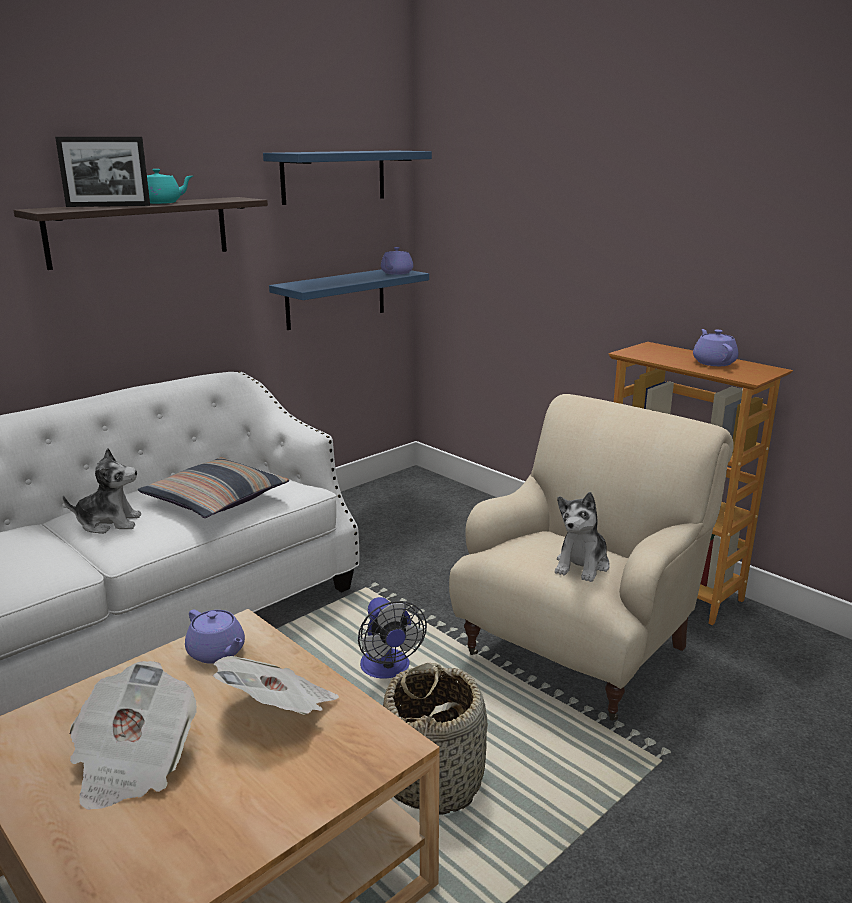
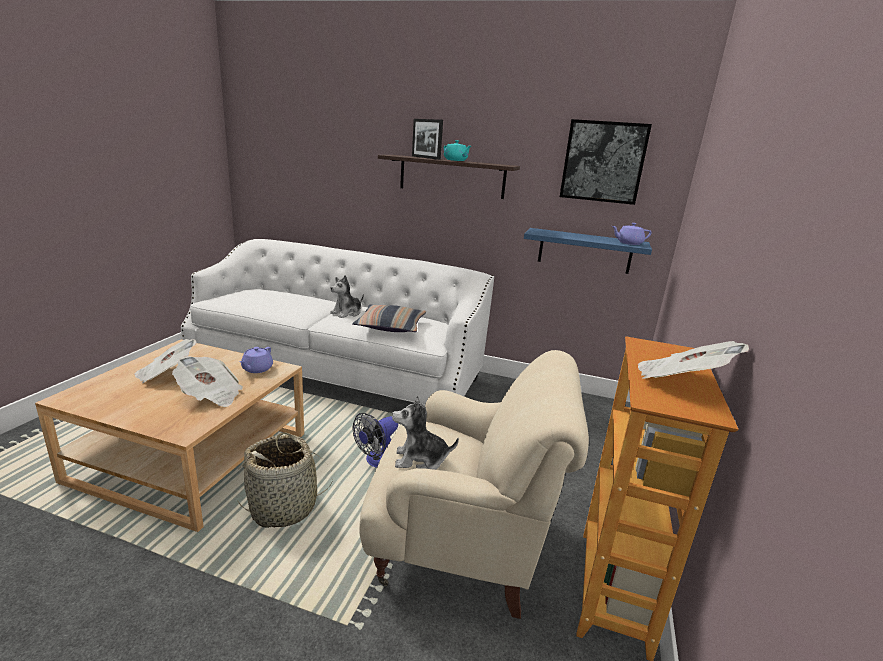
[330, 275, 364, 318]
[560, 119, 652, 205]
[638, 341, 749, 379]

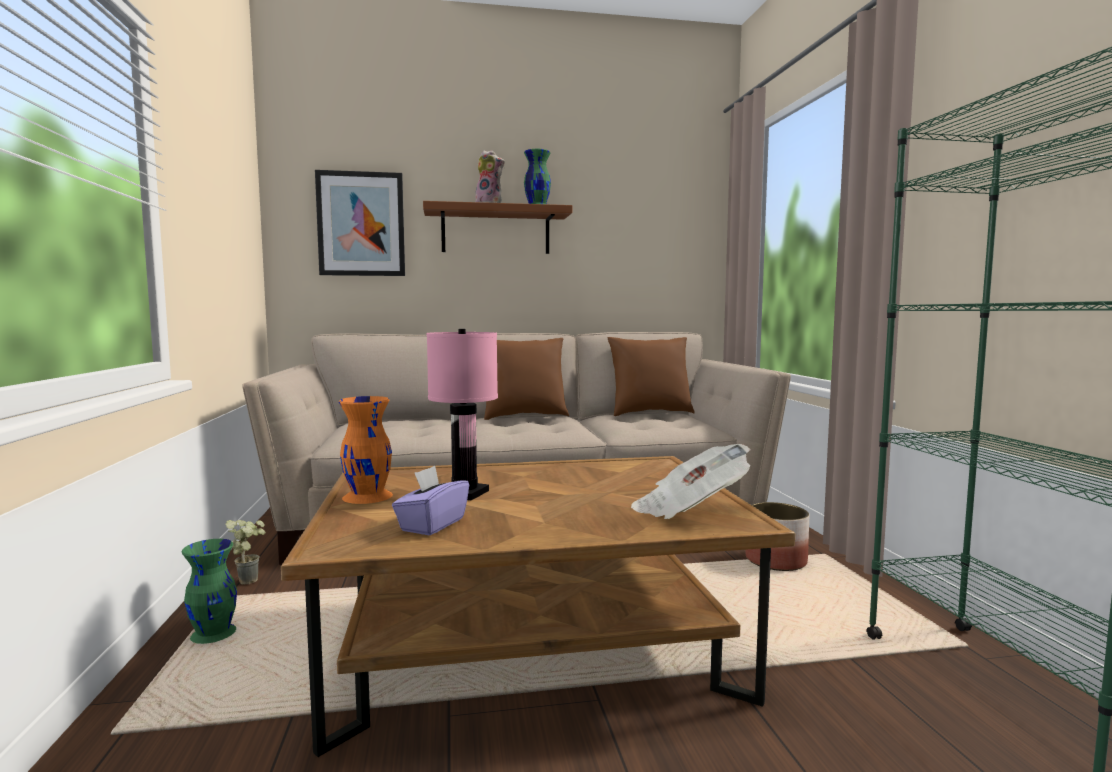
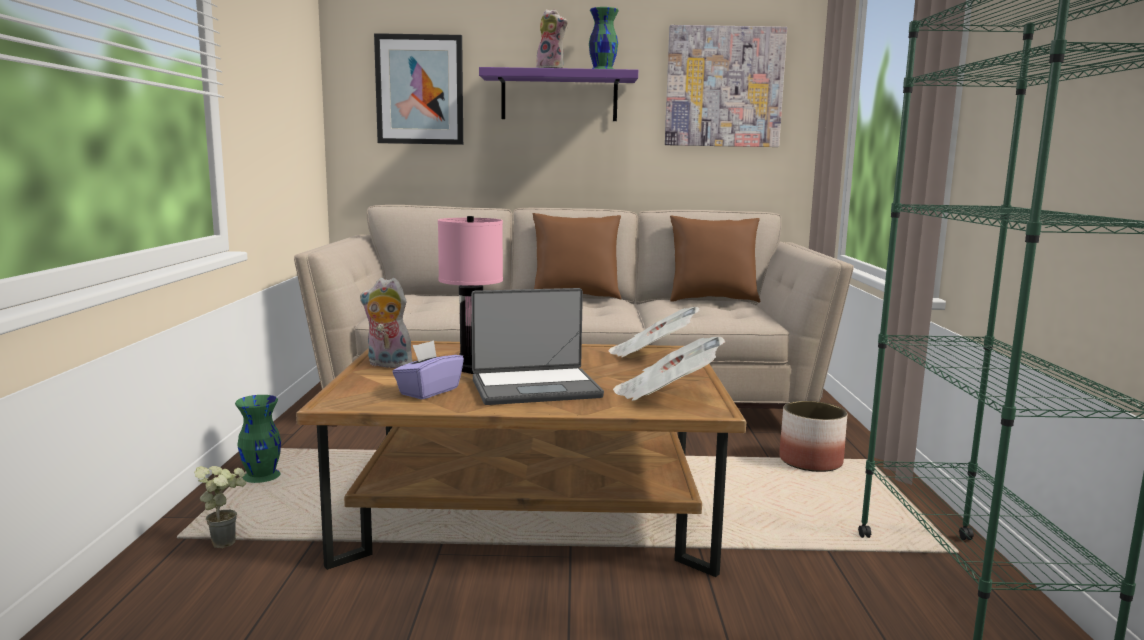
[194, 466, 246, 548]
[360, 278, 413, 368]
[479, 67, 638, 121]
[471, 288, 604, 405]
[608, 307, 700, 357]
[665, 25, 787, 147]

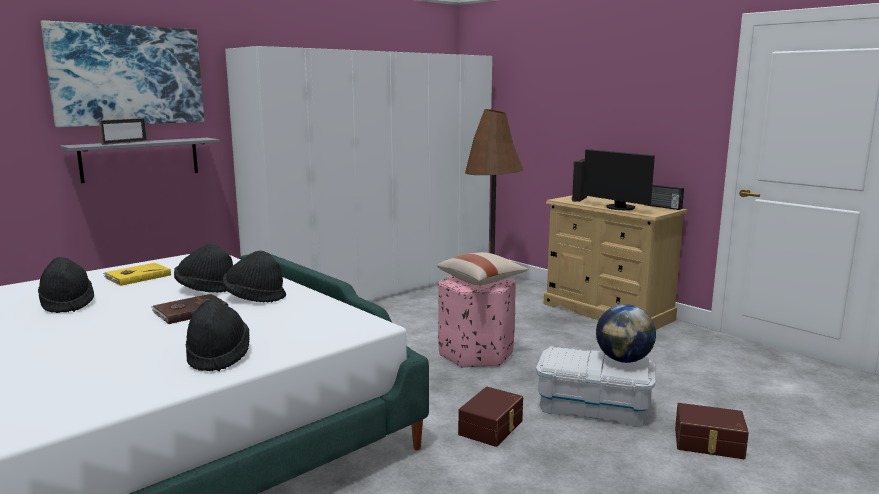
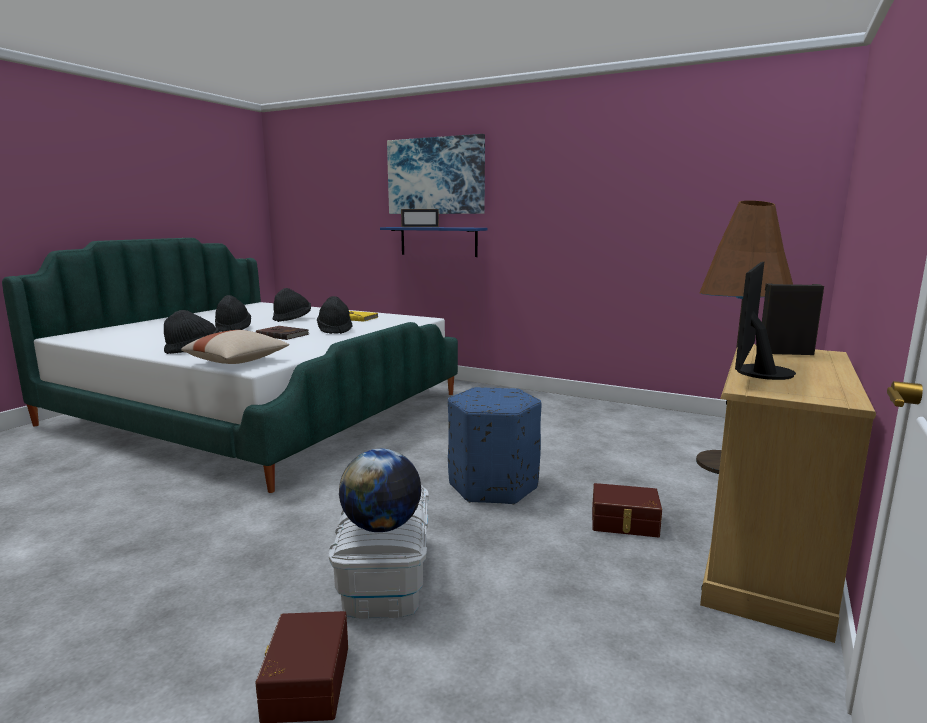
[380, 227, 487, 257]
[215, 295, 251, 332]
[225, 46, 492, 302] (first image)
[181, 330, 289, 364]
[448, 387, 542, 505]
[592, 483, 662, 537]
[646, 185, 684, 210] (first image)

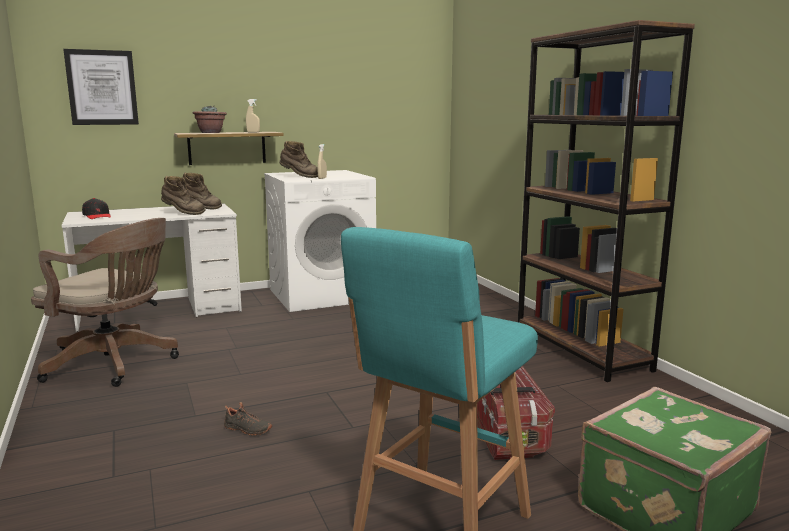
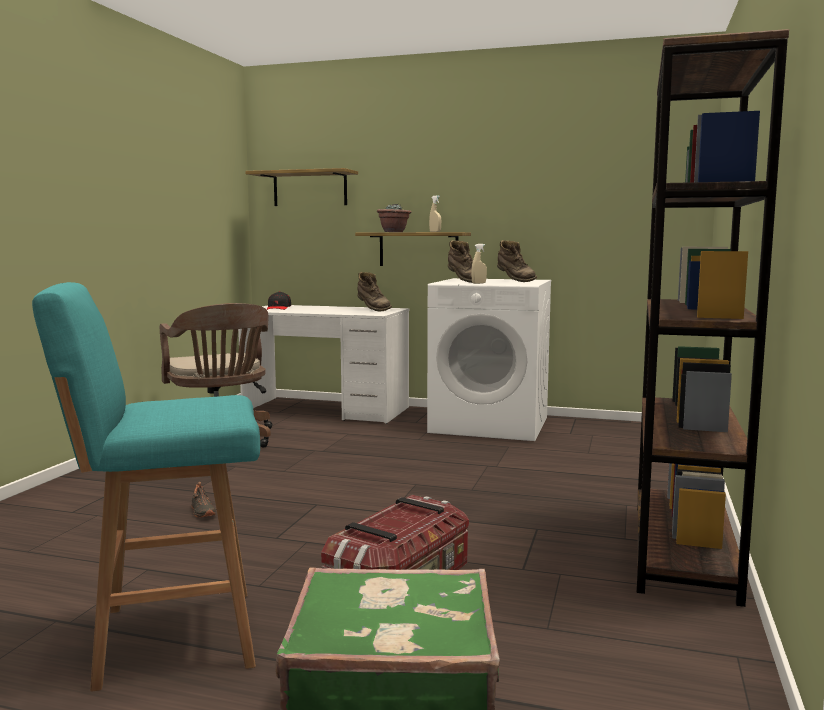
[245, 168, 358, 206]
[497, 240, 537, 282]

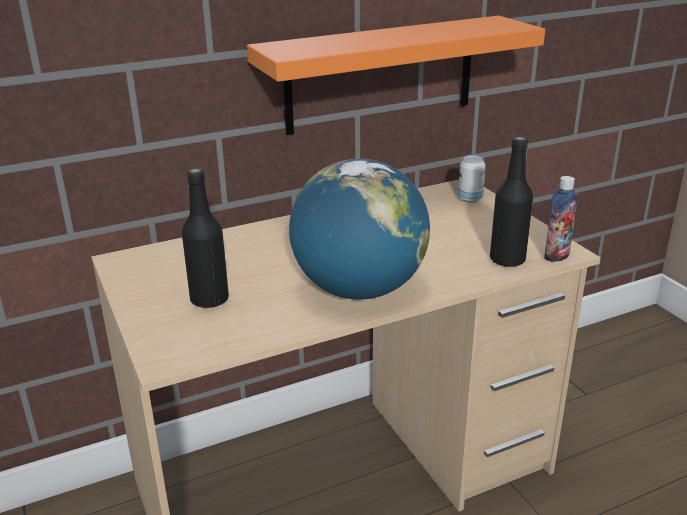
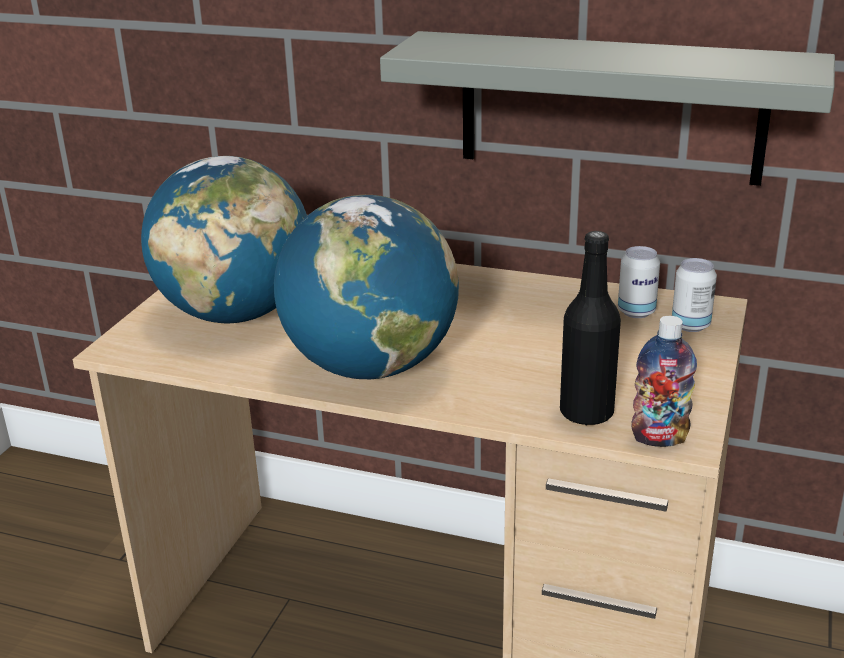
[141, 156, 307, 323]
[380, 31, 835, 186]
[618, 246, 660, 318]

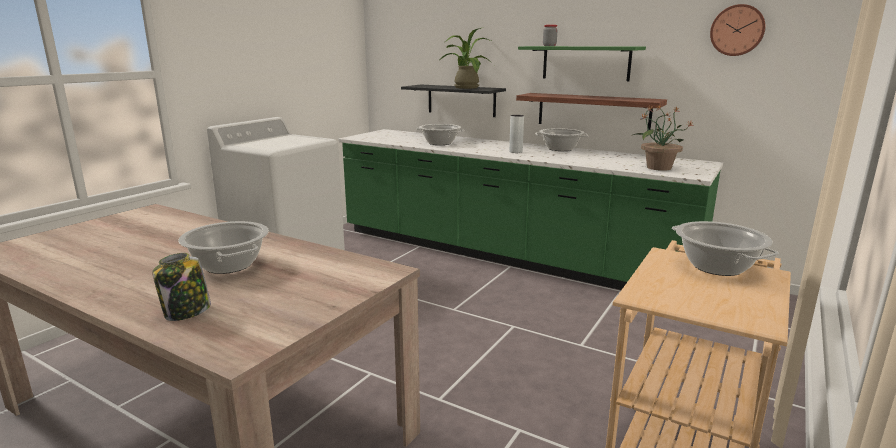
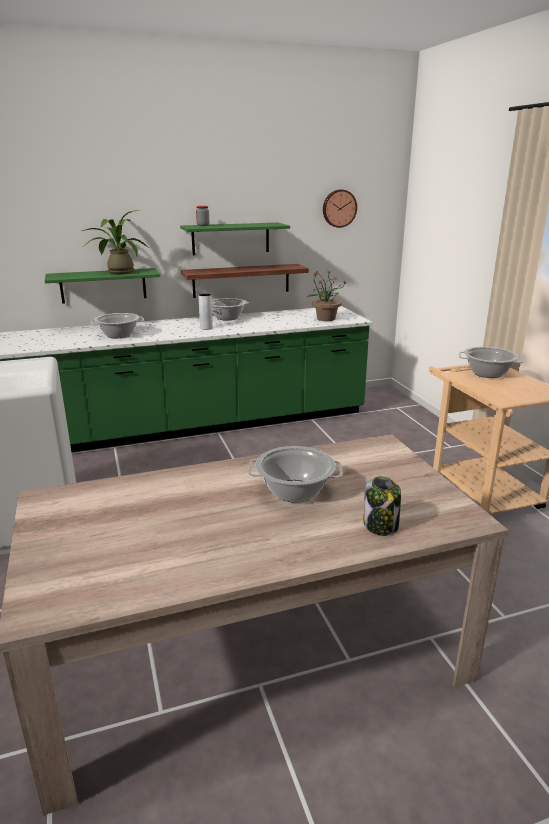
[45, 268, 160, 304]

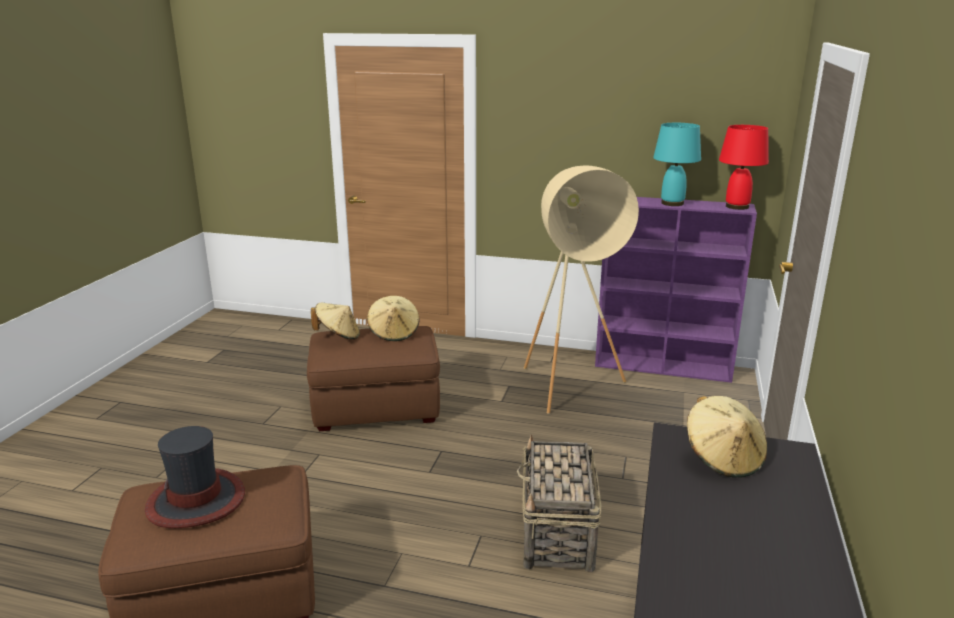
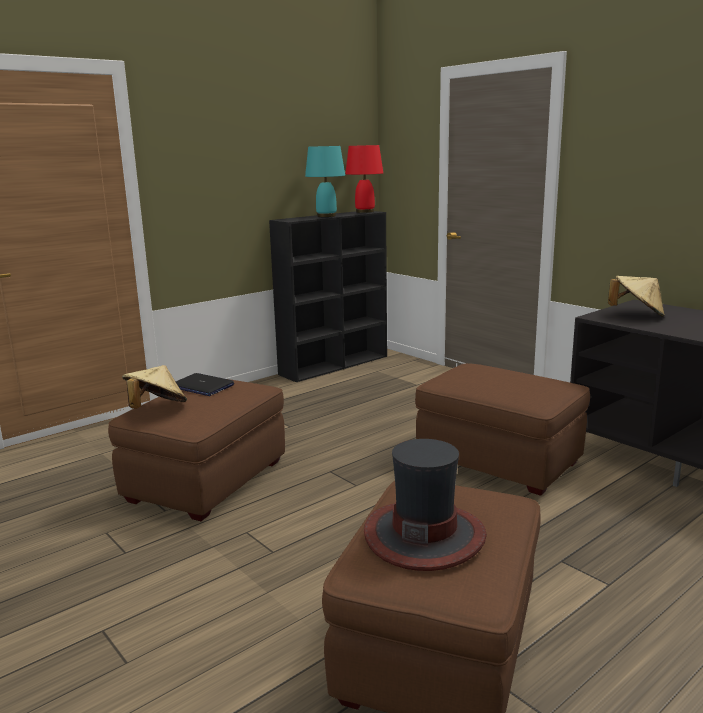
[176, 373, 234, 396]
[415, 363, 590, 496]
[524, 166, 639, 414] (first image)
[269, 211, 387, 382]

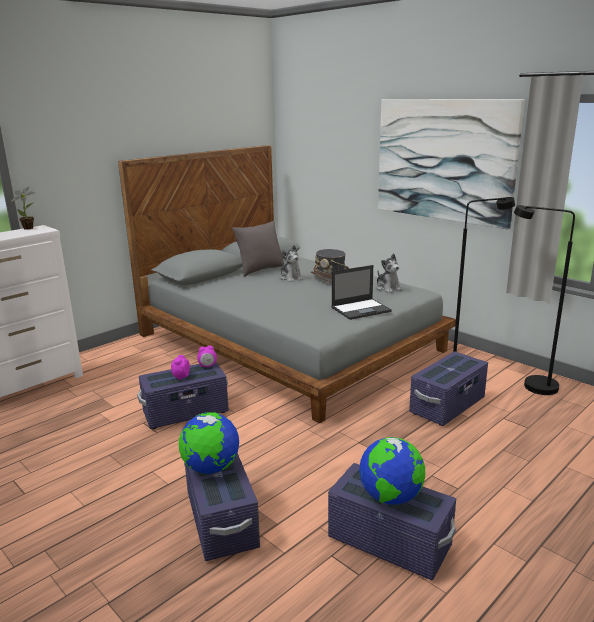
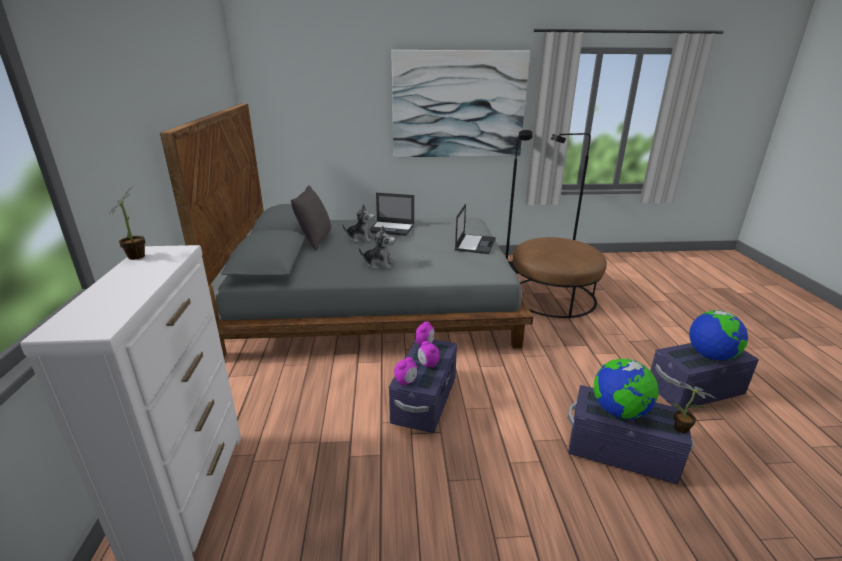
[370, 193, 414, 236]
[359, 226, 396, 270]
[513, 237, 607, 318]
[394, 357, 418, 386]
[672, 381, 716, 433]

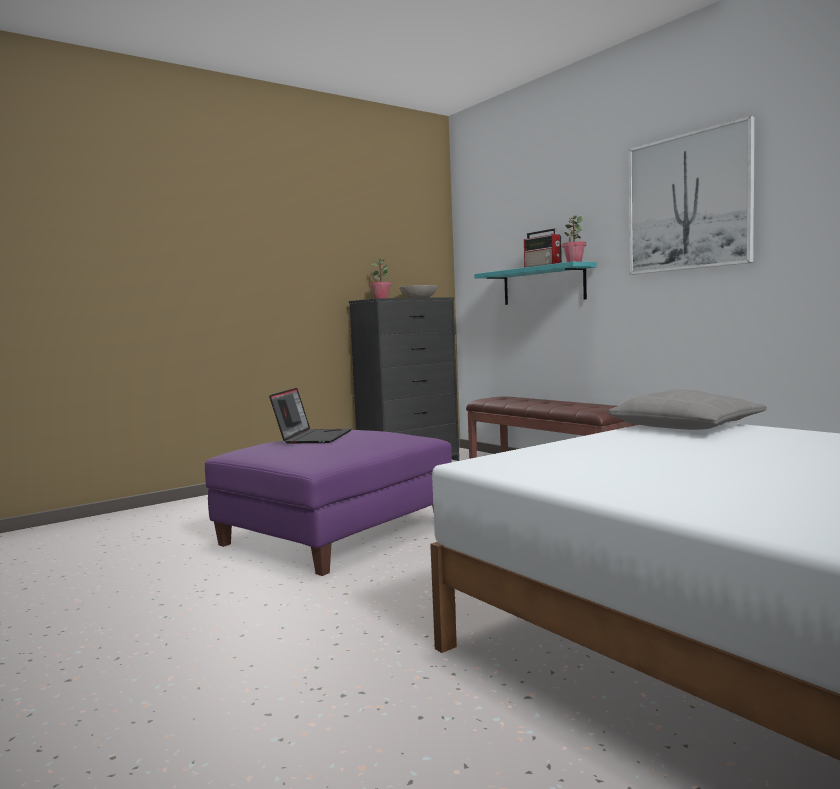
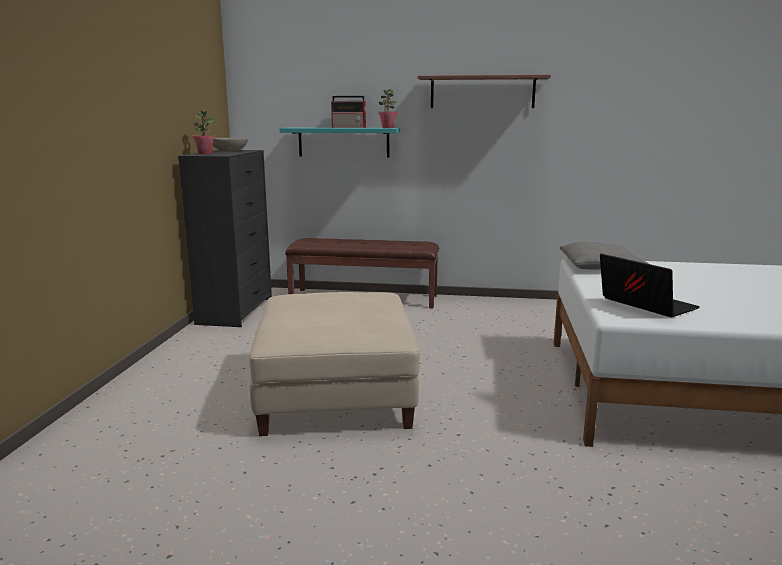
[250, 292, 420, 436]
[600, 254, 700, 317]
[417, 75, 551, 108]

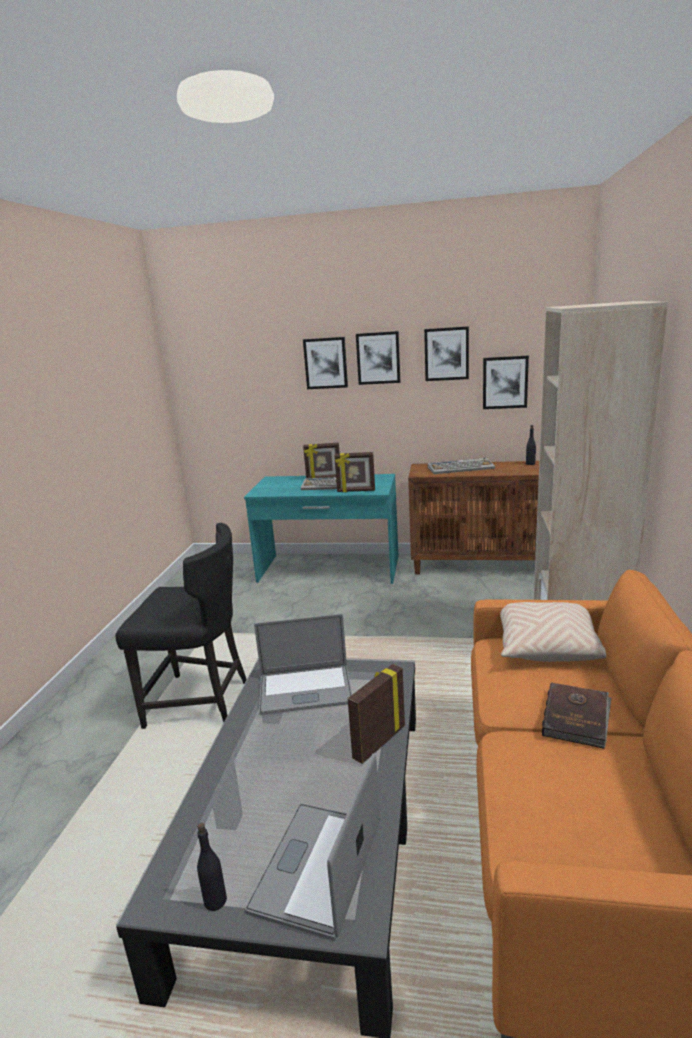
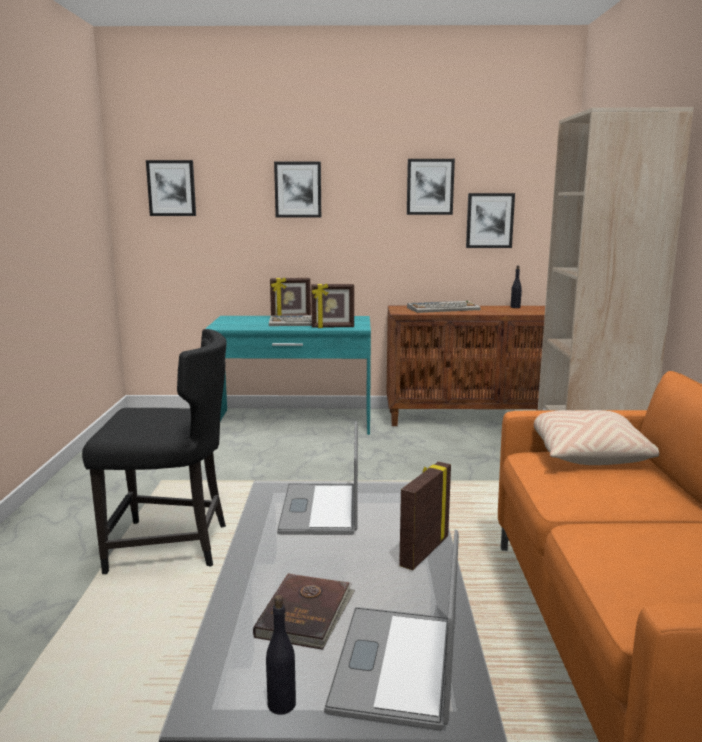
[277, 421, 358, 535]
[146, 160, 196, 216]
[253, 573, 355, 650]

